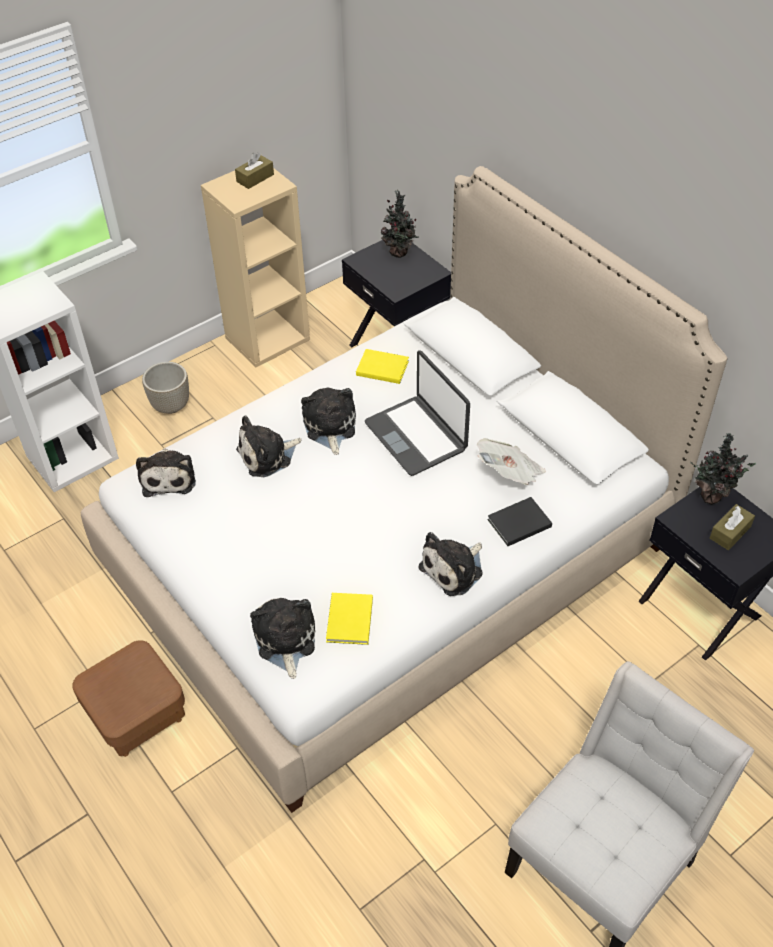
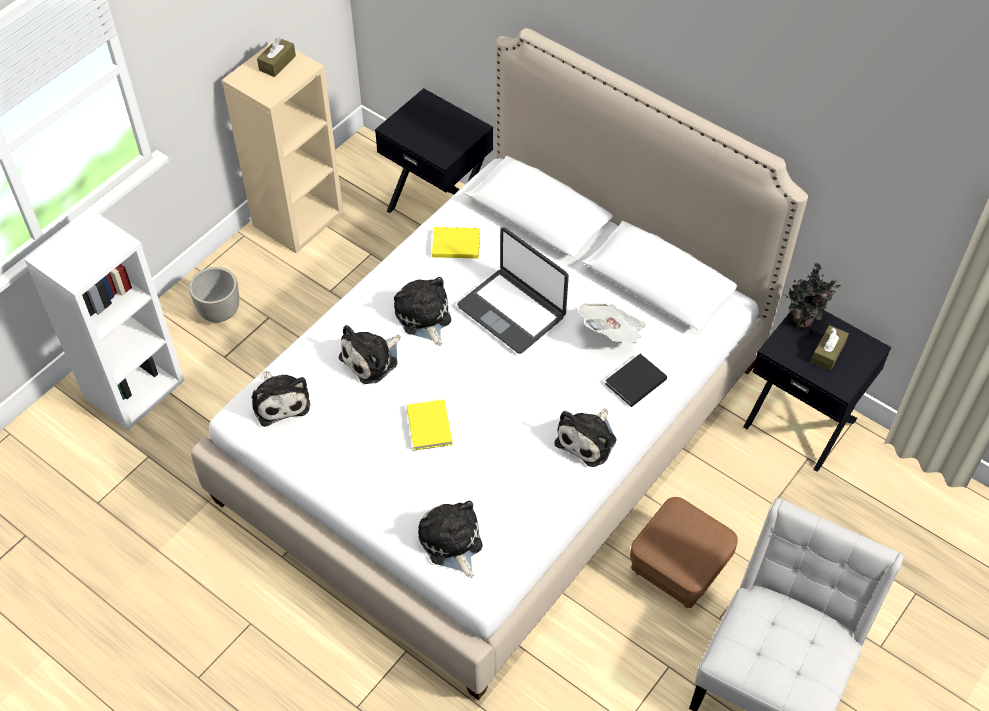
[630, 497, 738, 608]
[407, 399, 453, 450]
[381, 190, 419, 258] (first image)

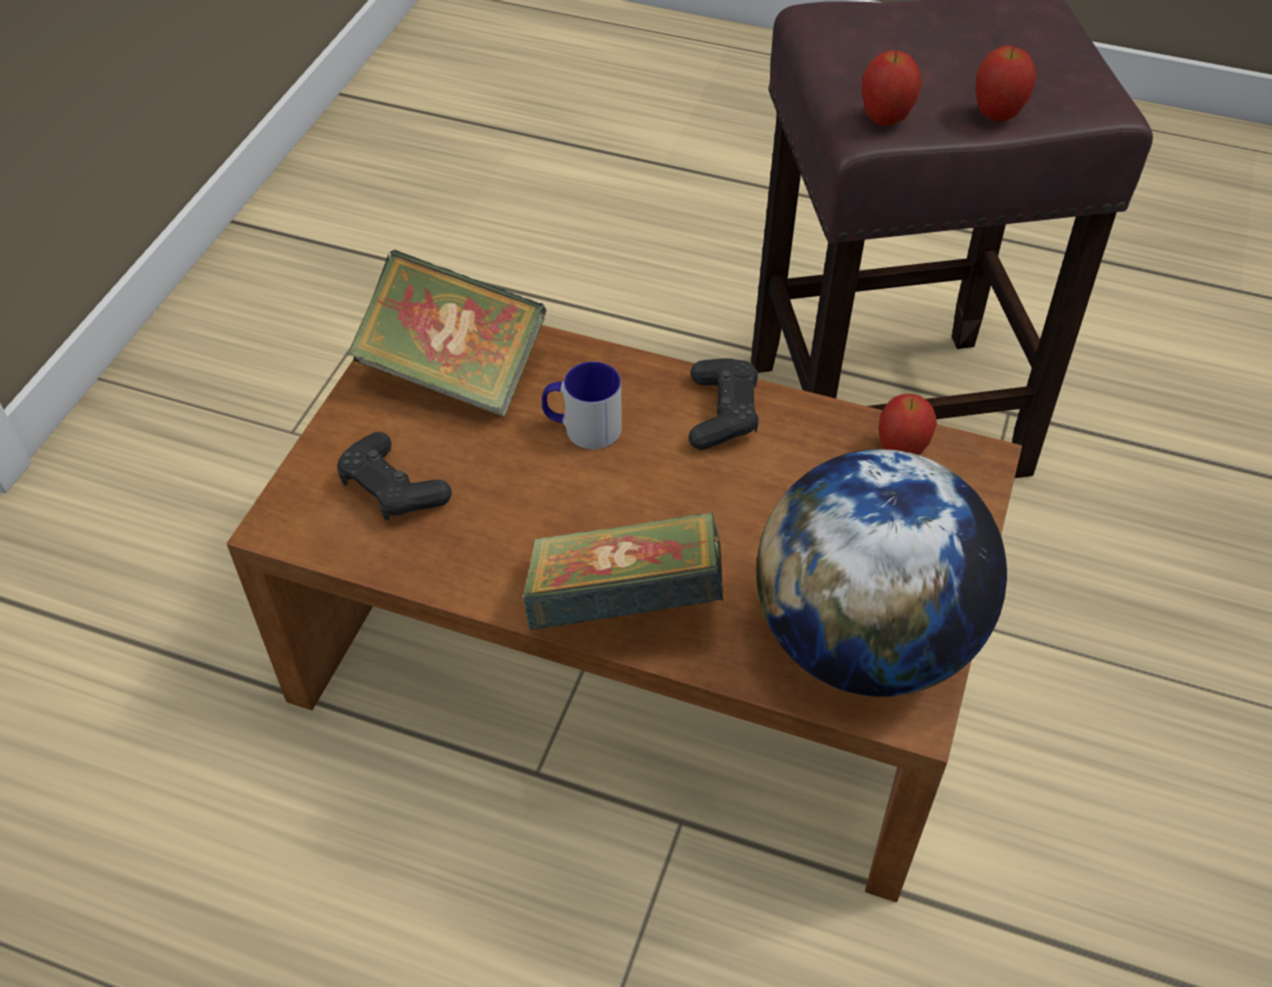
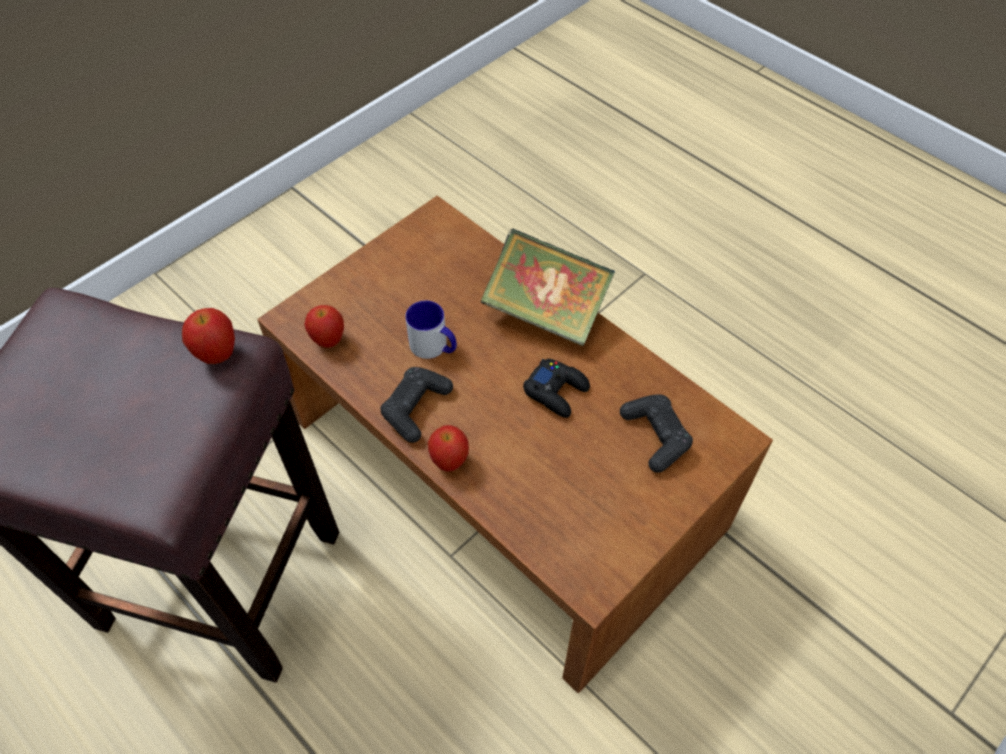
[348, 250, 546, 417] (first image)
[405, 301, 457, 359]
[756, 449, 1007, 697] (first image)
[428, 425, 469, 472]
[523, 359, 590, 418]

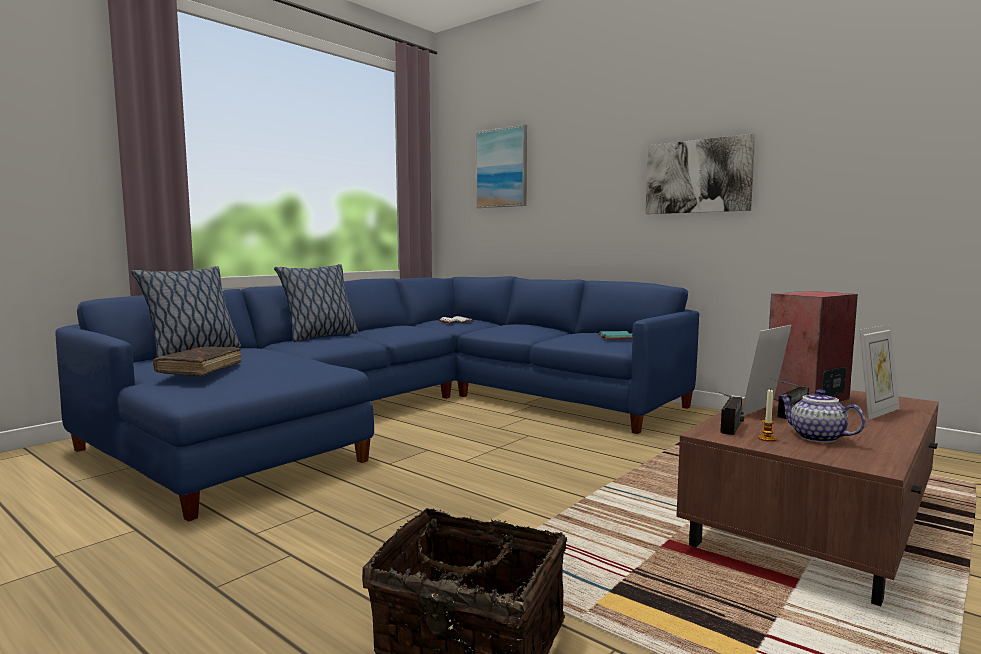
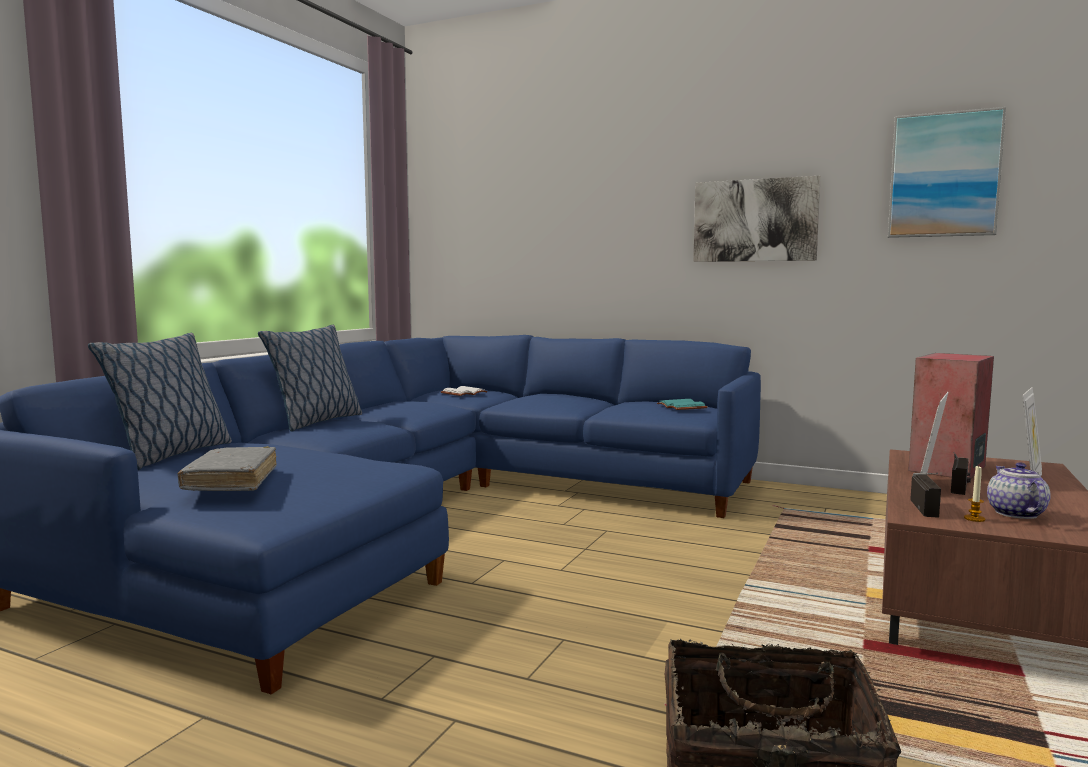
[178, 446, 277, 491]
[888, 107, 1006, 238]
[987, 462, 1051, 519]

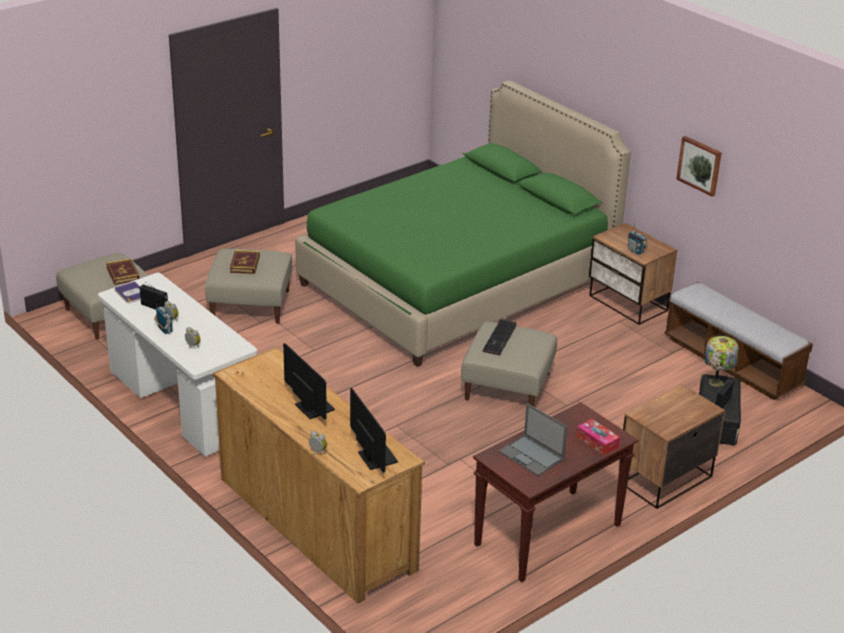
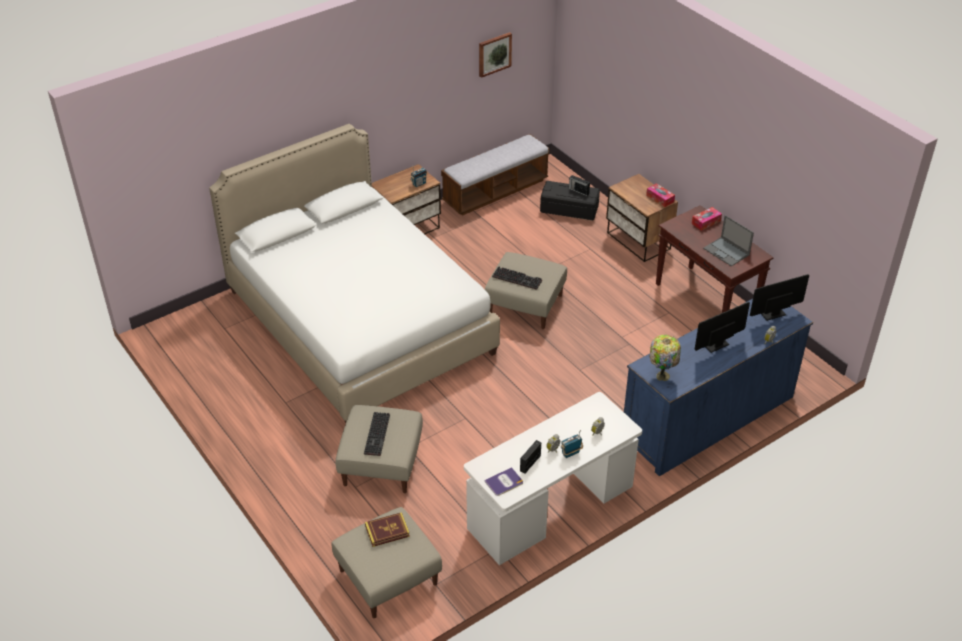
[624, 299, 813, 476]
[364, 412, 390, 456]
[209, 124, 500, 423]
[703, 215, 754, 267]
[479, 32, 512, 78]
[649, 335, 681, 381]
[646, 183, 675, 207]

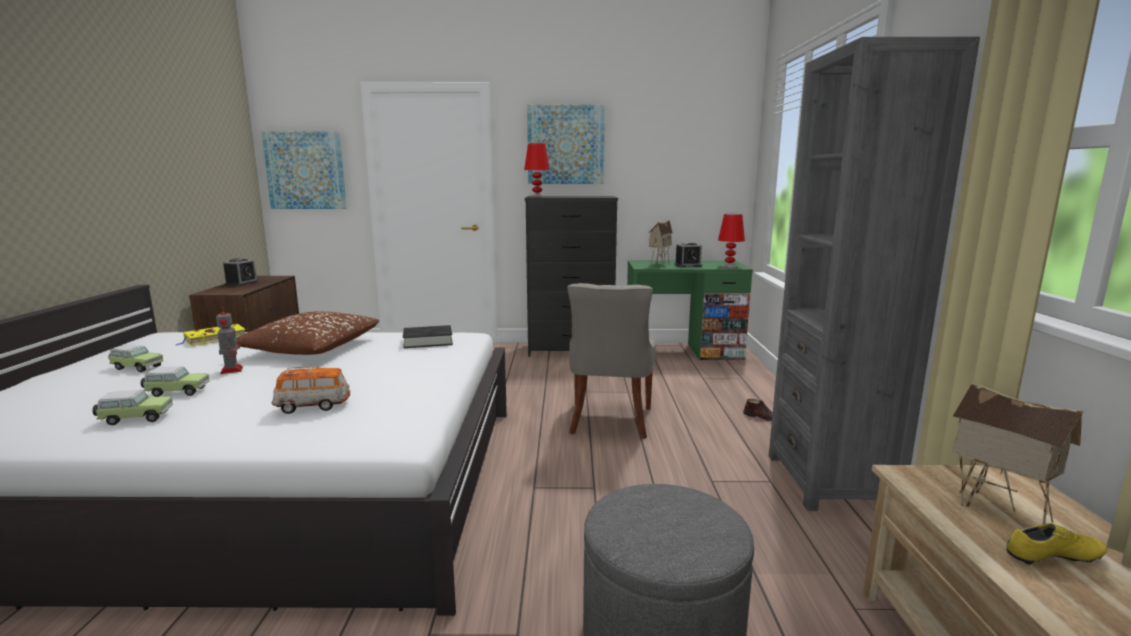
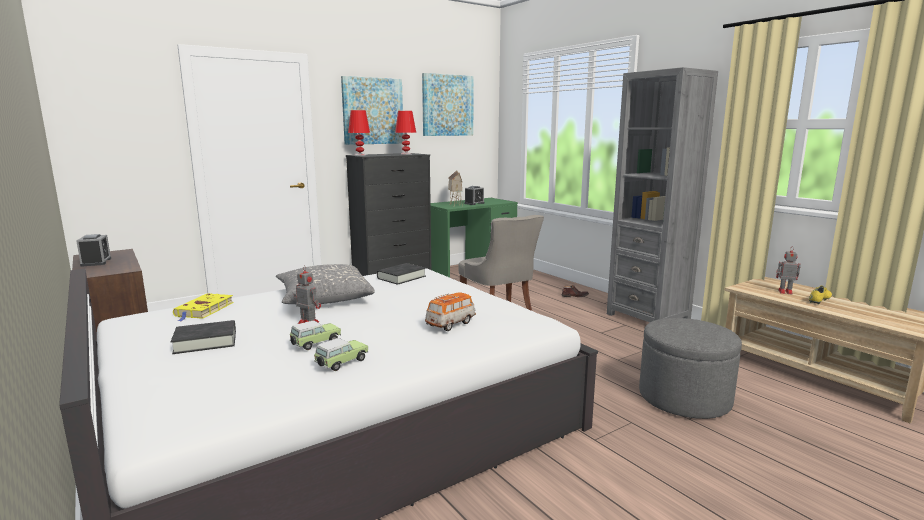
[171, 320, 236, 354]
[276, 264, 375, 304]
[422, 73, 474, 136]
[395, 111, 416, 155]
[776, 248, 801, 295]

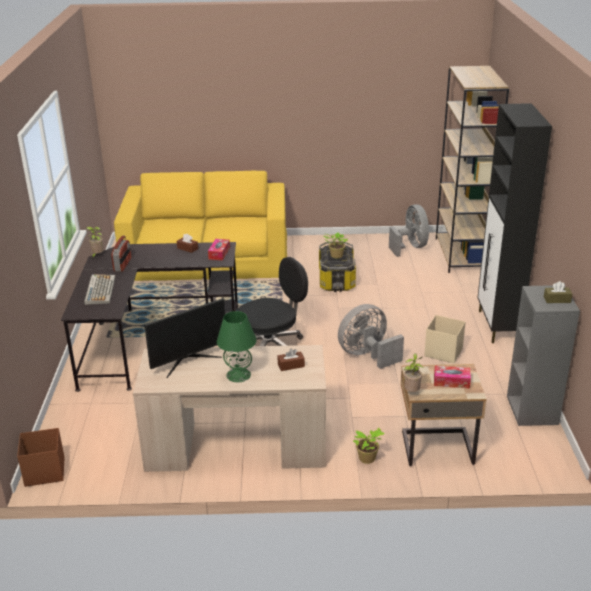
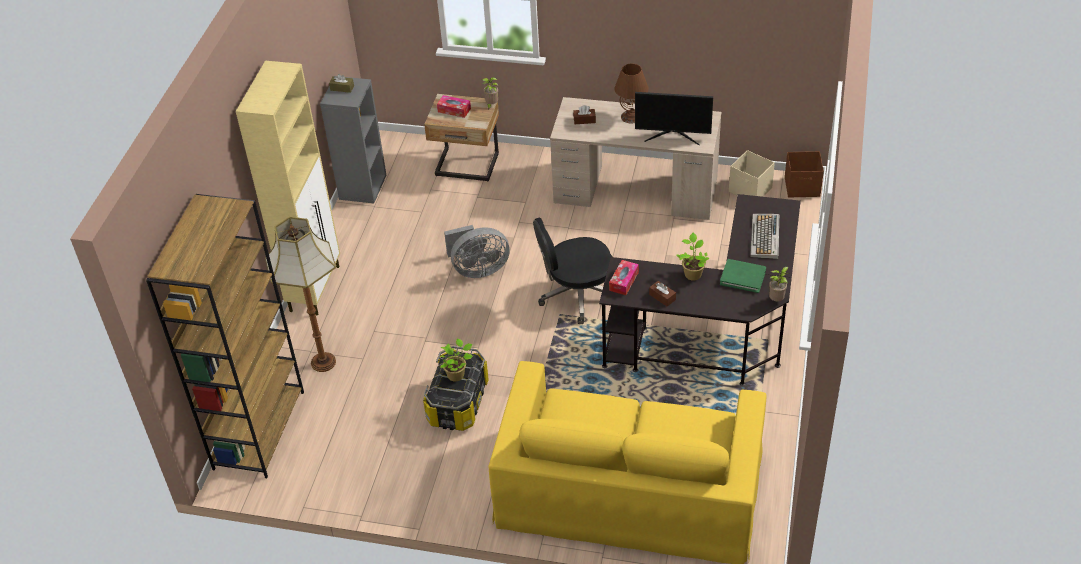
[720, 259, 766, 293]
[635, 92, 713, 145]
[614, 63, 649, 124]
[676, 233, 709, 281]
[389, 204, 429, 257] (first image)
[729, 150, 775, 197]
[236, 61, 340, 315]
[265, 217, 336, 372]

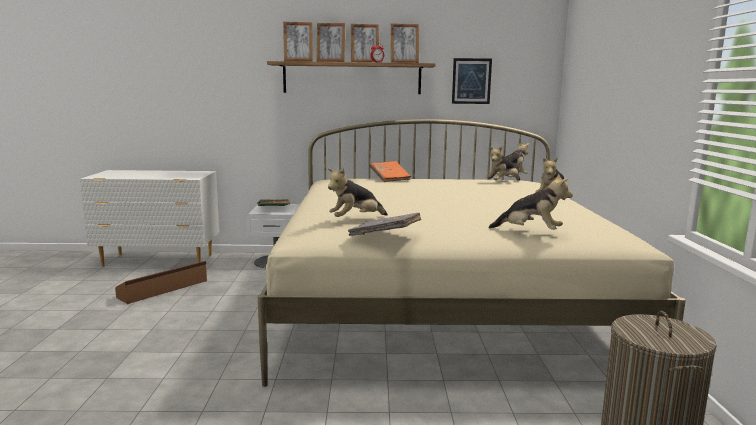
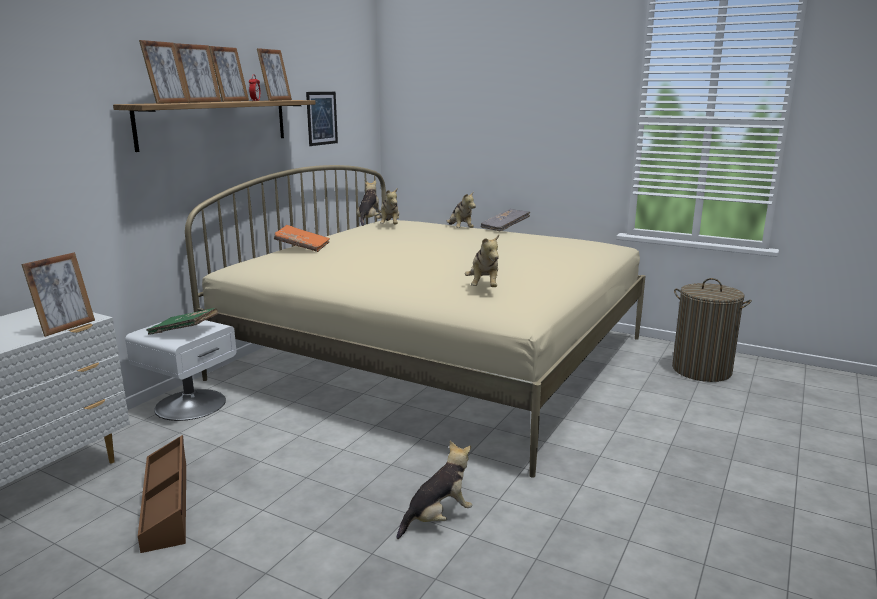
[481, 209, 530, 231]
[396, 441, 472, 539]
[21, 252, 95, 337]

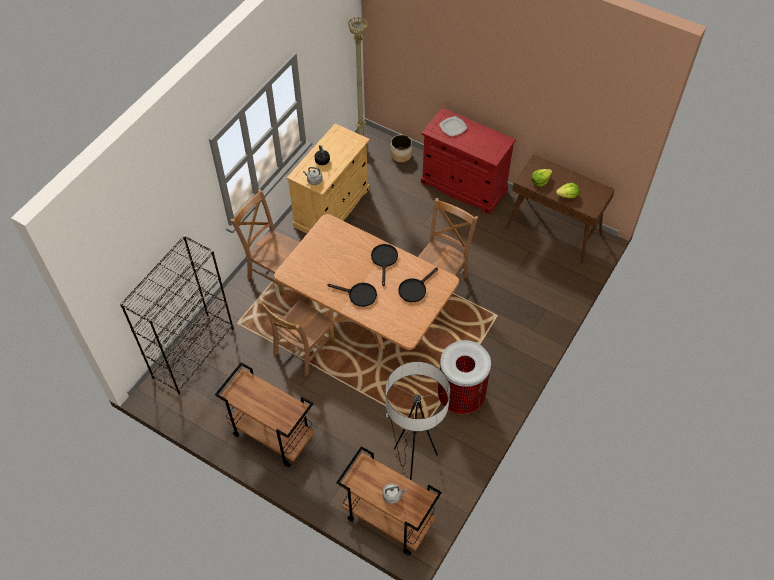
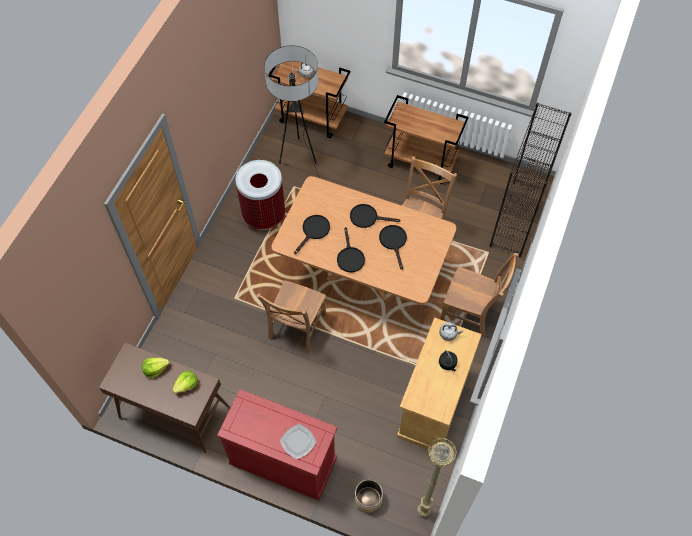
[379, 225, 407, 270]

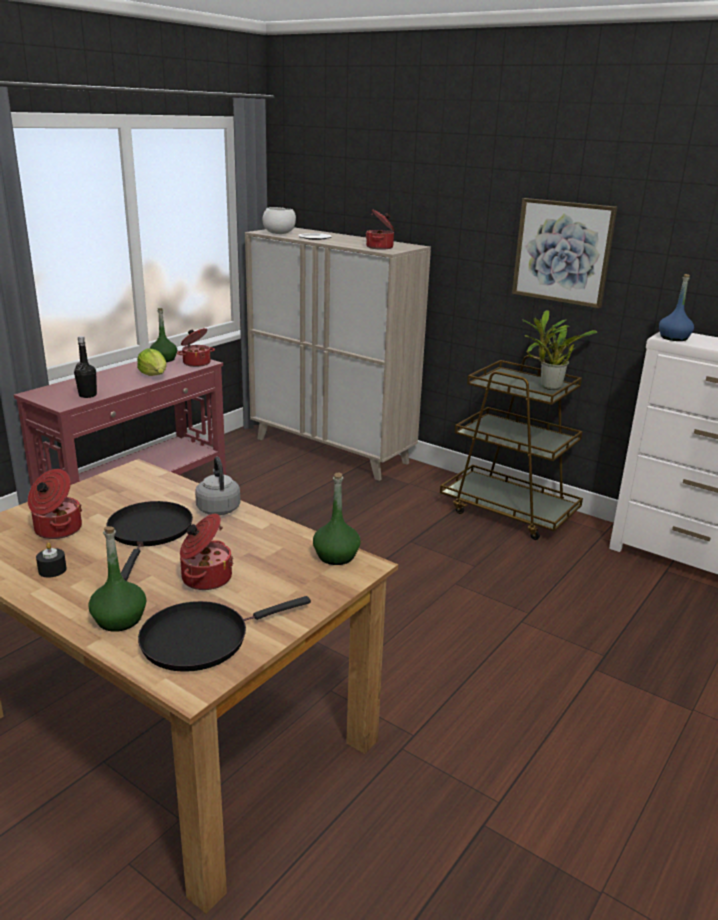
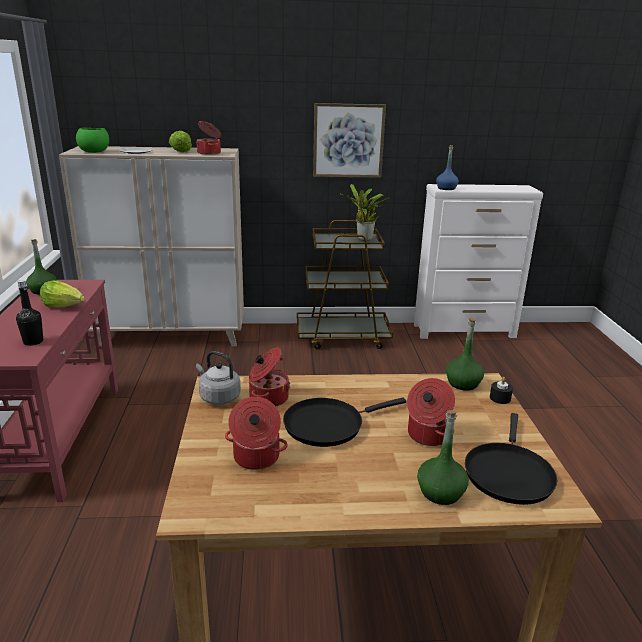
[490, 377, 513, 404]
[283, 398, 406, 447]
[249, 348, 290, 406]
[196, 351, 241, 405]
[76, 128, 109, 153]
[169, 131, 192, 152]

